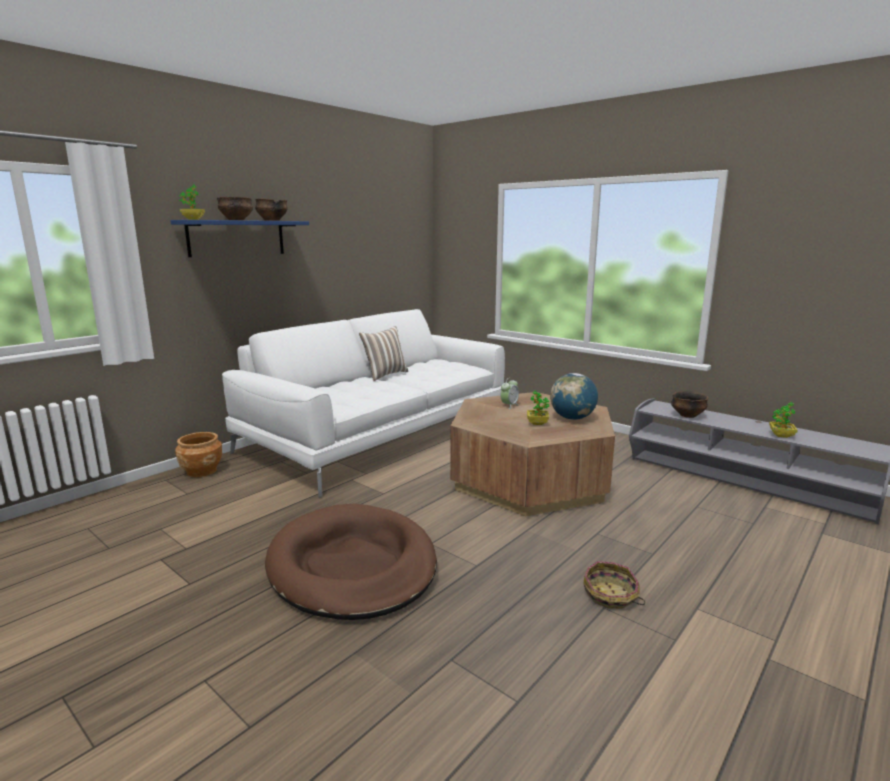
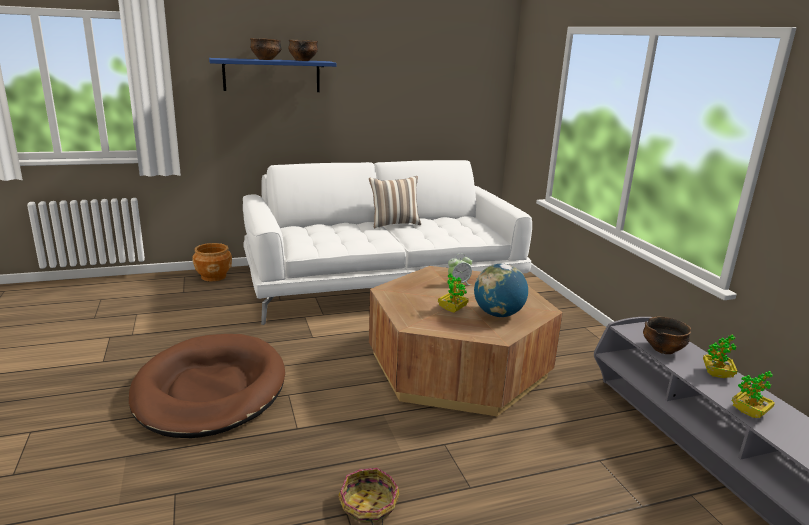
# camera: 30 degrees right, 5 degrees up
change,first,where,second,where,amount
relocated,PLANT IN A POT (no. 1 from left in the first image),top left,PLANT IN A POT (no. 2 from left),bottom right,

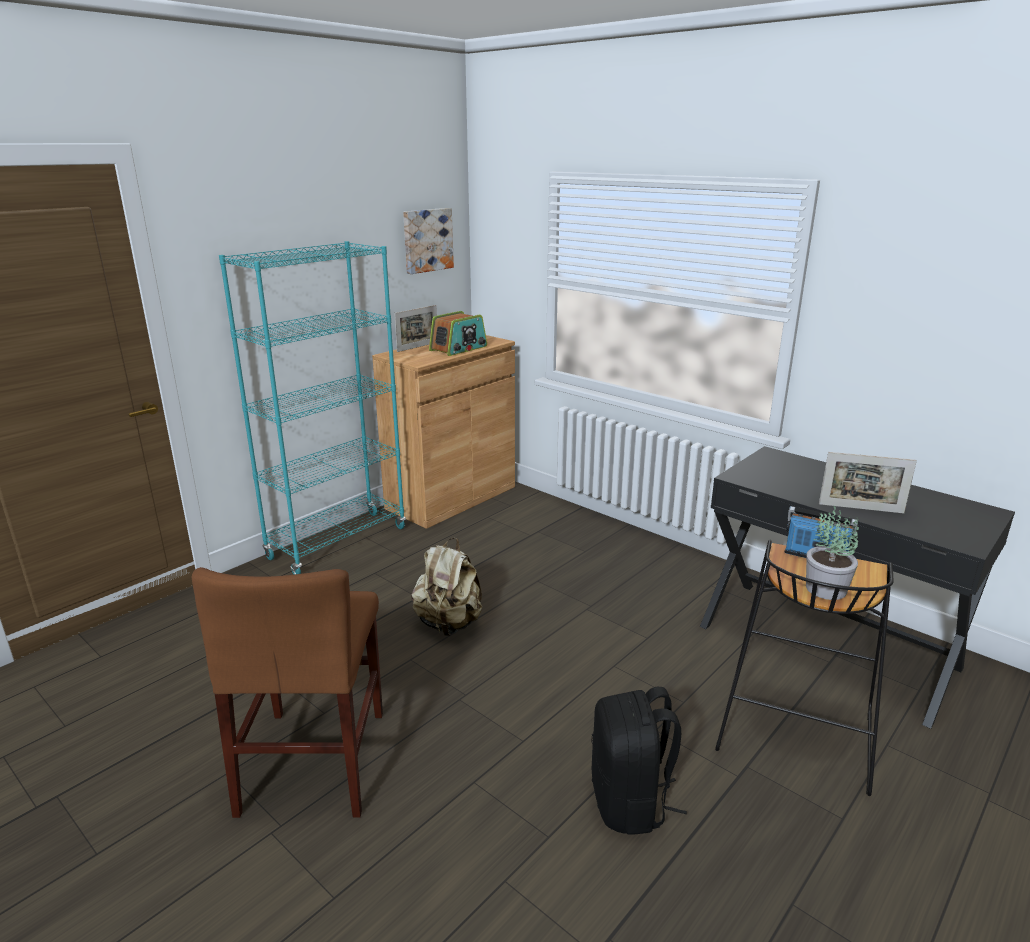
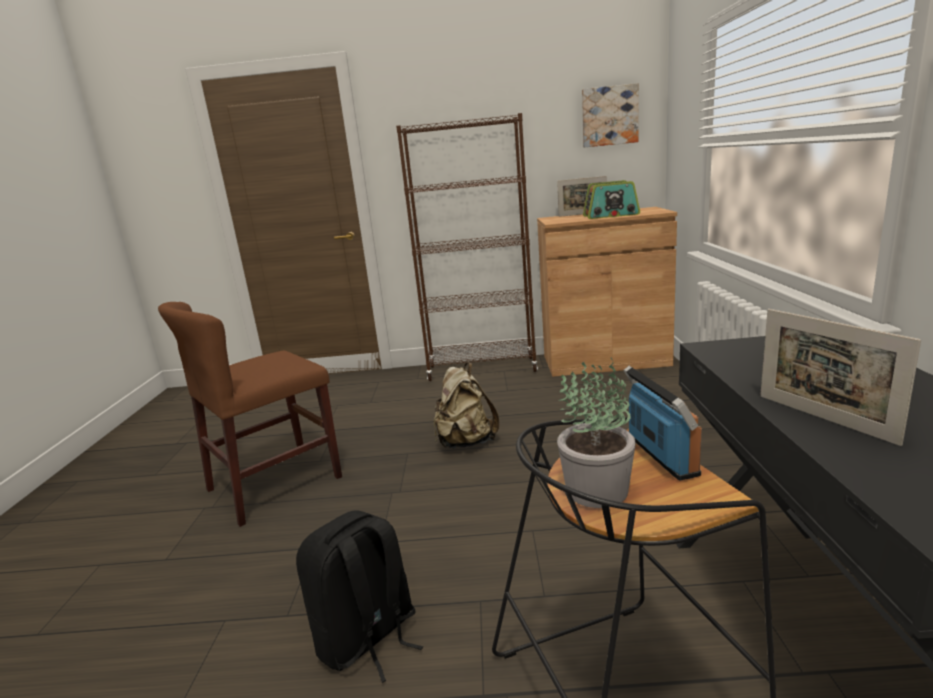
# camera: 50 degrees right, 5 degrees down
change,first,where,second,where,amount
colour,TURQUOISE-COLOURED BOOKCASE,middle left,BROWN BOOKCASE,centre,

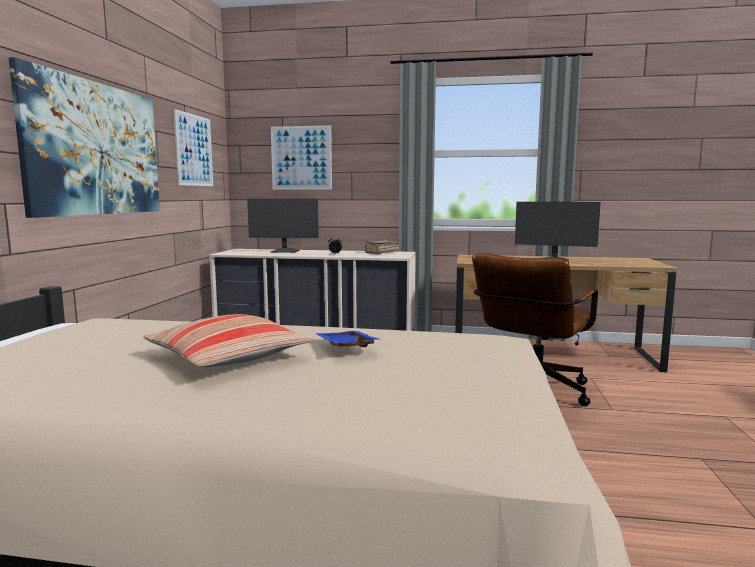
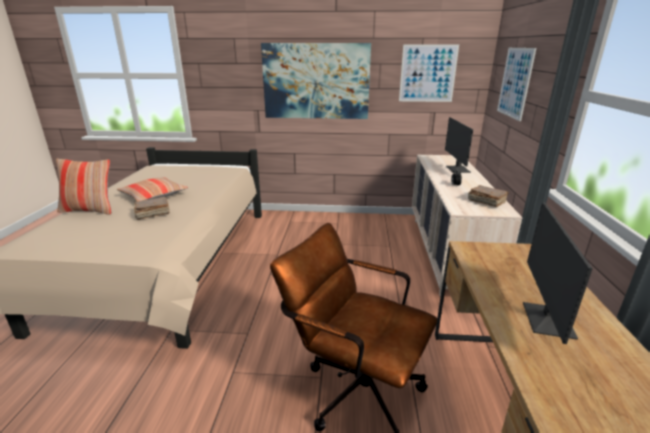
# camera: 85 degrees right, 15 degrees up
change,first,where,second,where,amount
appeared,,,CUSHION (no. 1 from left),middle left,
exchanged,BLUISH TRAY,centre,BROWN BOOK (no. 1 from left),middle left,

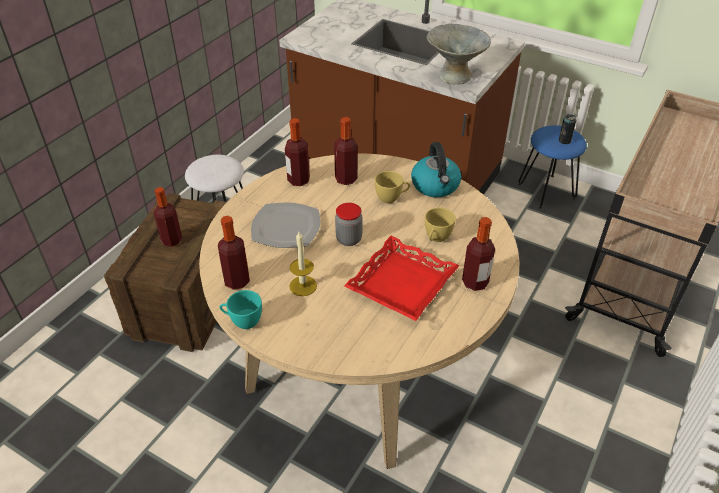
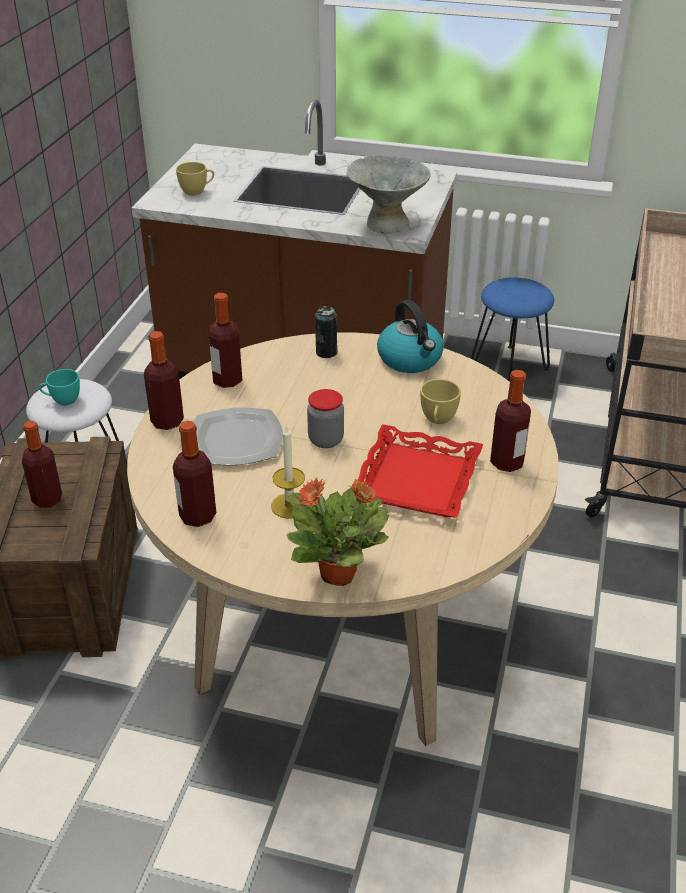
# camera: 15 degrees left, 5 degrees down
change,first,where,second,where,amount
appeared,,,PLANT IN A POT,centre,
relocated,TURQUOISE-COLOURED SMALL CUP,centre,,middle left,
relocated,BEVERAGE BOTTLE (no. 4 from left in the first image),top centre,BEVERAGE BOTTLE (no. 2 from left),middle left,
relocated,YELLOW-COLOURED SMALL CUP (no. 1 from left),centre,,top left,
relocated,METAL CAN,top right,,centre,

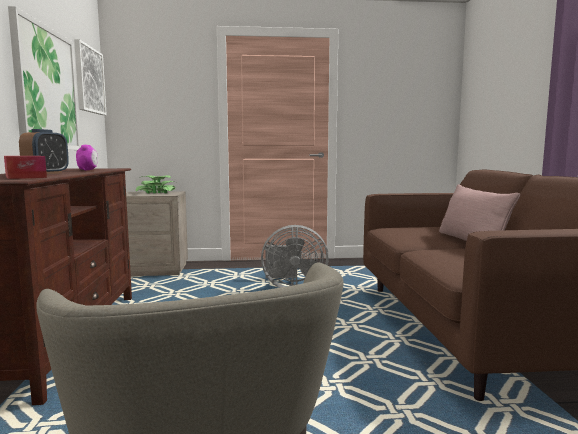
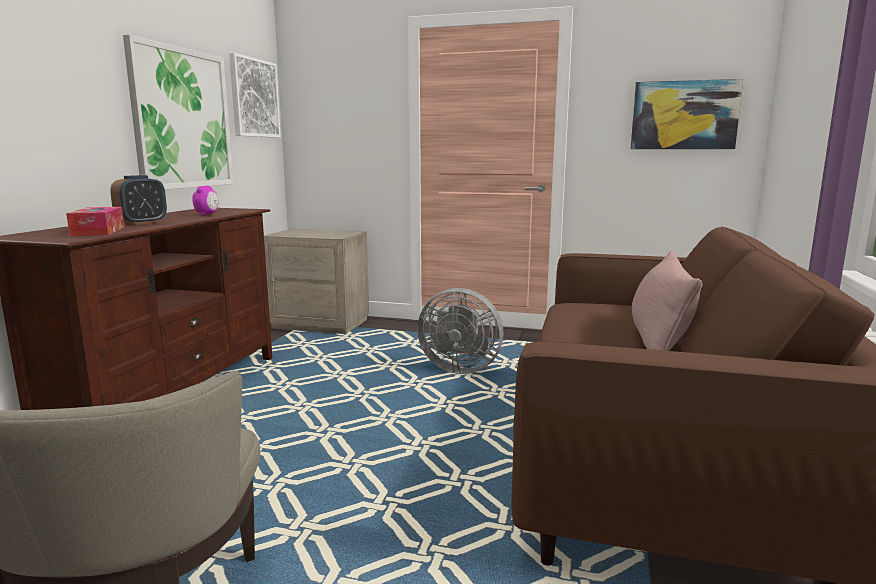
# camera: 20 degrees right, 5 degrees up
change,first,where,second,where,amount
missing,PLANT IN A POT,middle left,,,
appeared,,,WALL ART (no. 3 from left),top right,

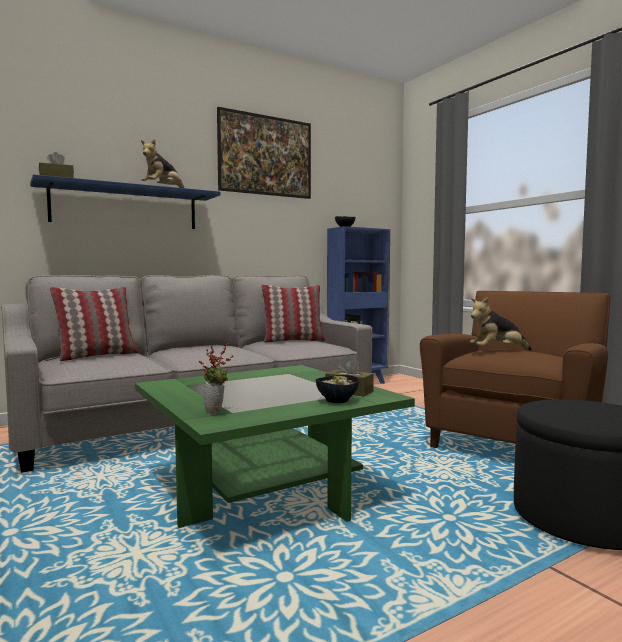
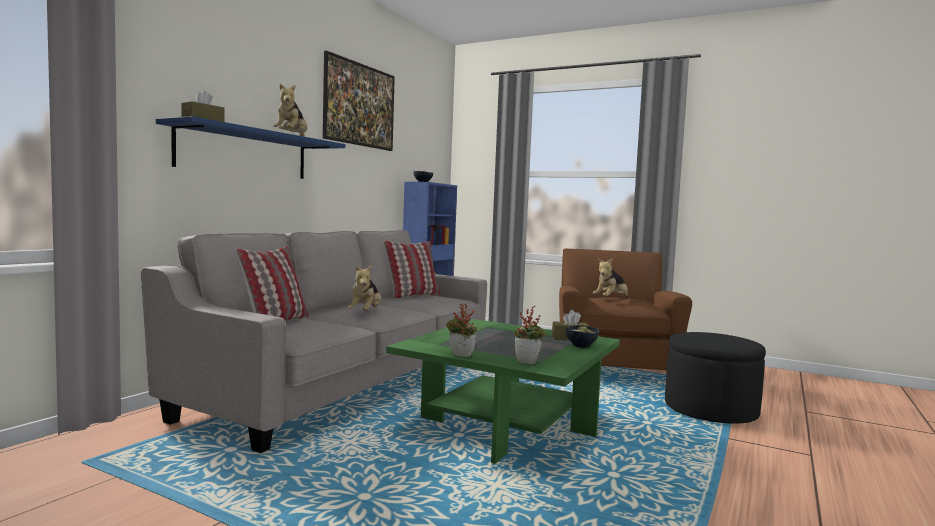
# camera: 30 degrees left, 0 degrees up
change,first,where,second,where,amount
appeared,,,CUDDLY TOY (no. 2 from left),centre,
appeared,,,PLANT IN A POT (no. 1 from left),centre,

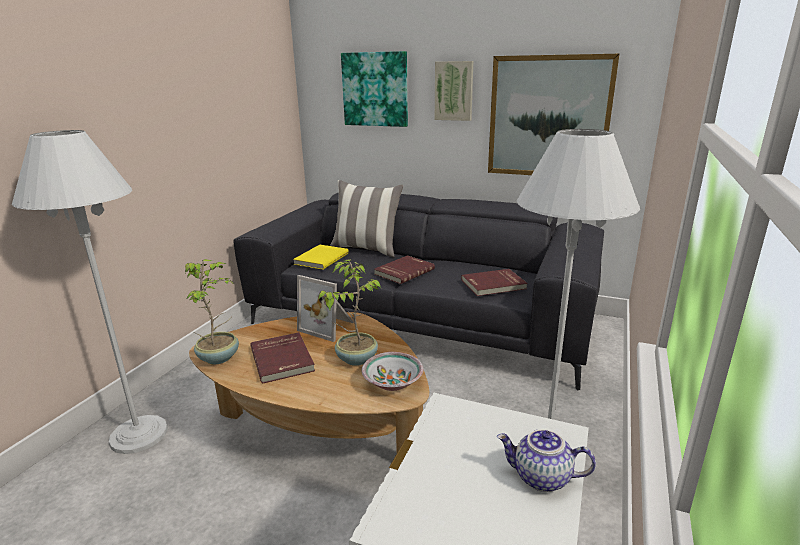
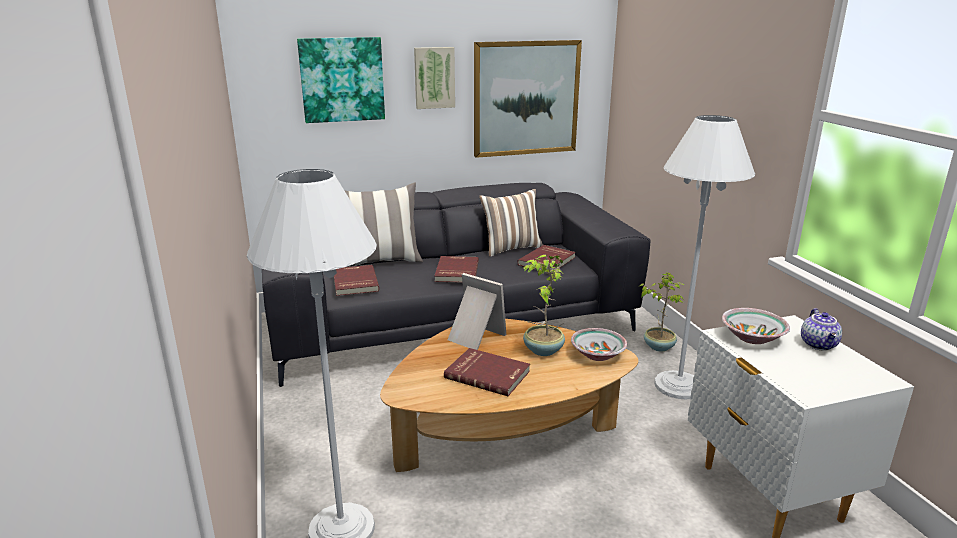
# camera: 40 degrees left, 0 degrees up
change,first,where,second,where,amount
appeared,,,CUSHION (no. 2 from left),centre,
appeared,,,SERVING BOWL (no. 2 from left),middle right,
relocated,PLANT IN A POT (no. 1 from left in the first image),middle left,PLANT IN A POT (no. 2 from left),middle right,
colour,YELLOW-COLOURED BOOK,centre,RED-COLOURED BOOK (no. 1 from left),centre,
spun,PHOTO FRAME,centre,,centre,135 degrees counterclockwise
spun,TEA POT,bottom right,,middle right,60 degrees counterclockwise

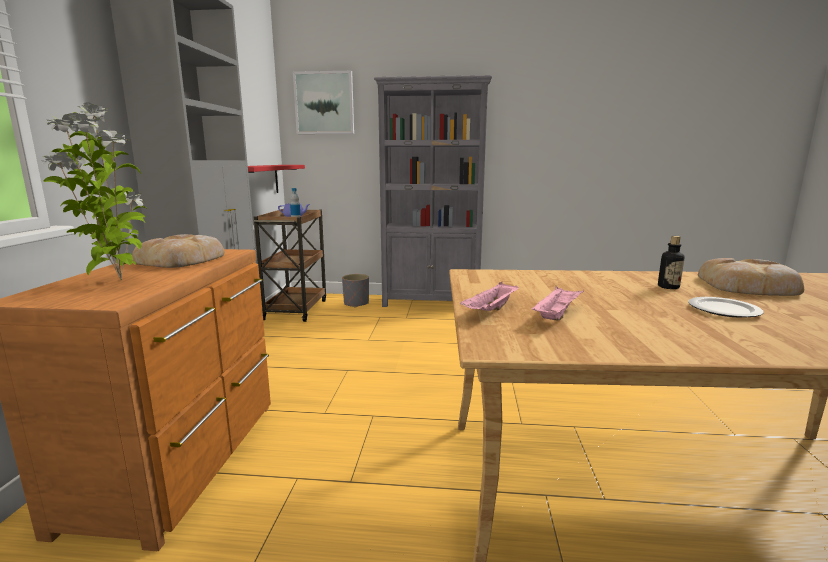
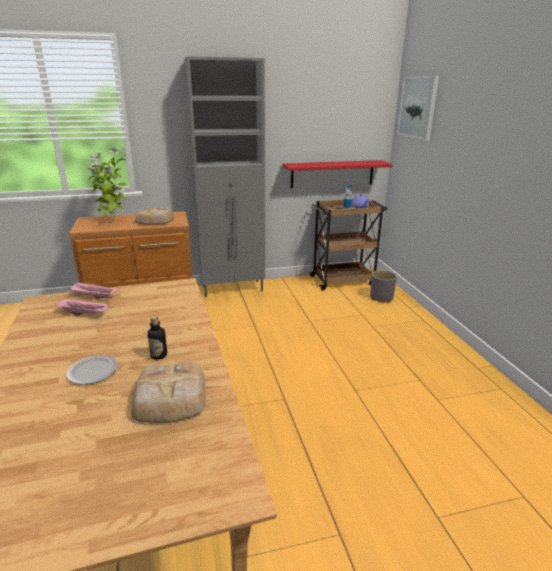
# camera: 70 degrees right, 10 degrees up
change,first,where,second,where,amount
missing,GREY BOOKCASE,centre,,,

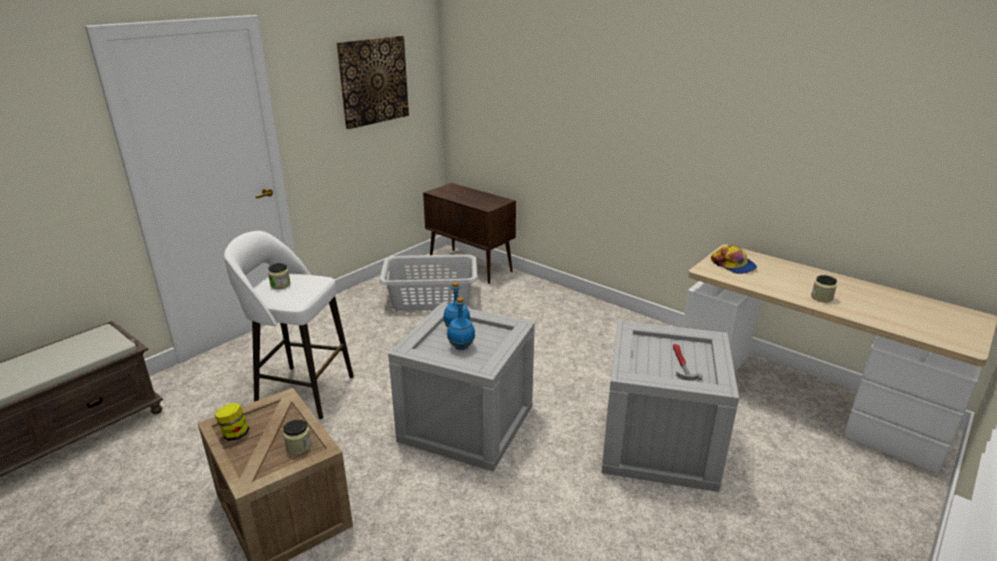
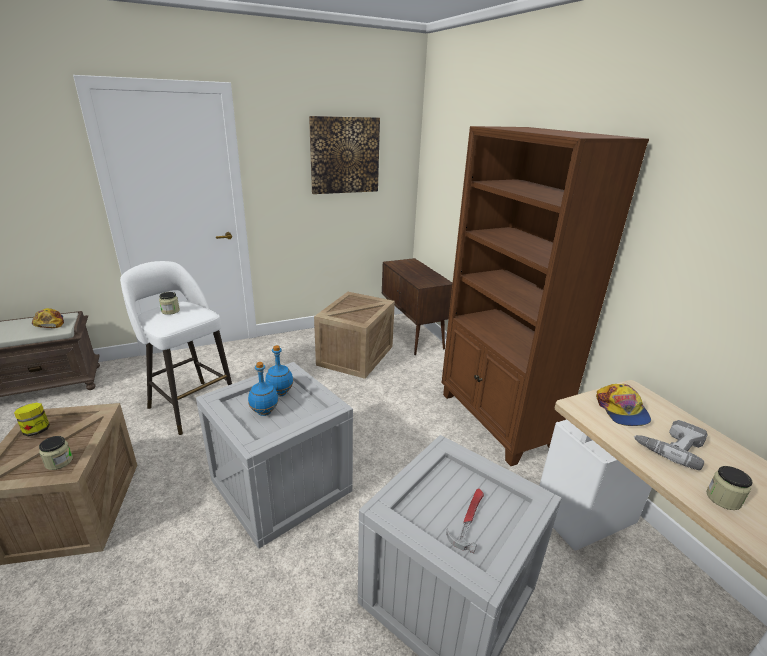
# camera: 25 degrees right, 0 degrees up
change,first,where,second,where,amount
appeared,,,BASEBALL CAP (no. 1 from left),middle left,
appeared,,,BROWN BOOKCASE,middle right,
appeared,,,DRILL,bottom right,
exchanged,GREY LAUNDRY BASKET,centre,CRATE (no. 3 from left),centre,

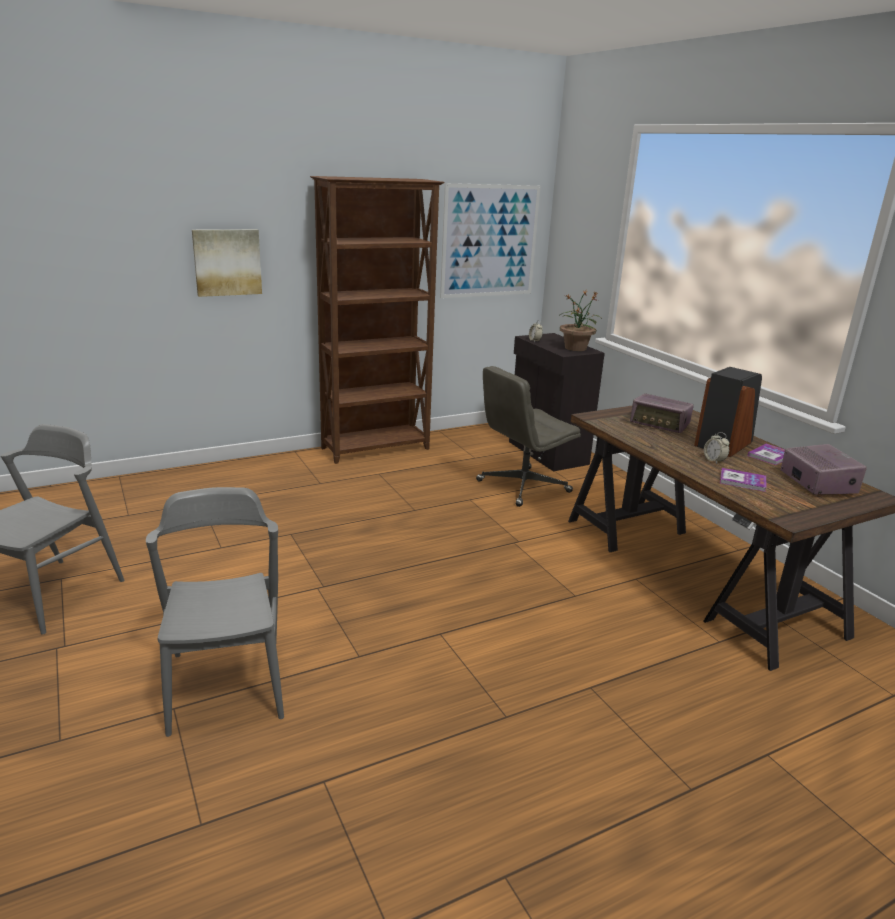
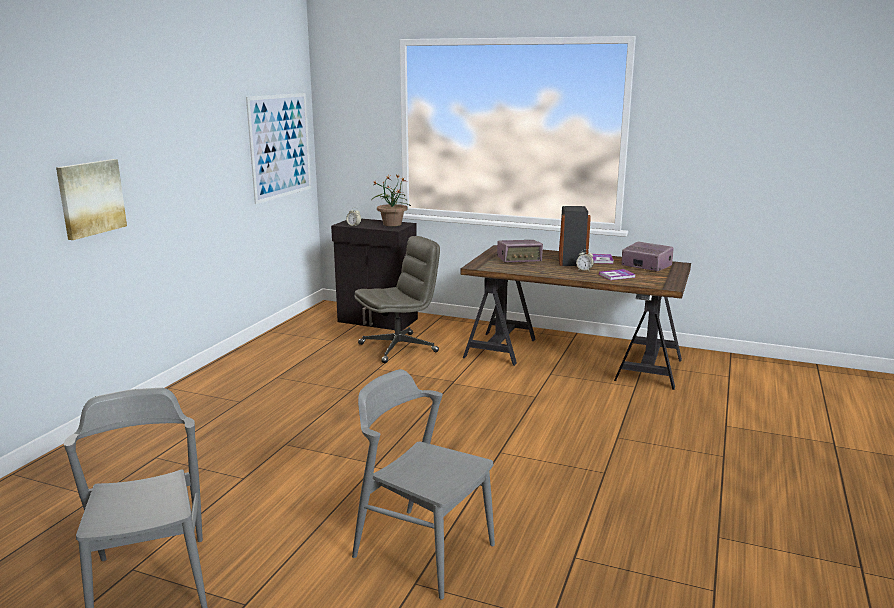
# camera: 40 degrees left, 5 degrees down
change,first,where,second,where,amount
missing,BROWN BOOKCASE,centre,,,
spun,GREY COMPUTER CHAIR,centre,,centre,135 degrees counterclockwise

